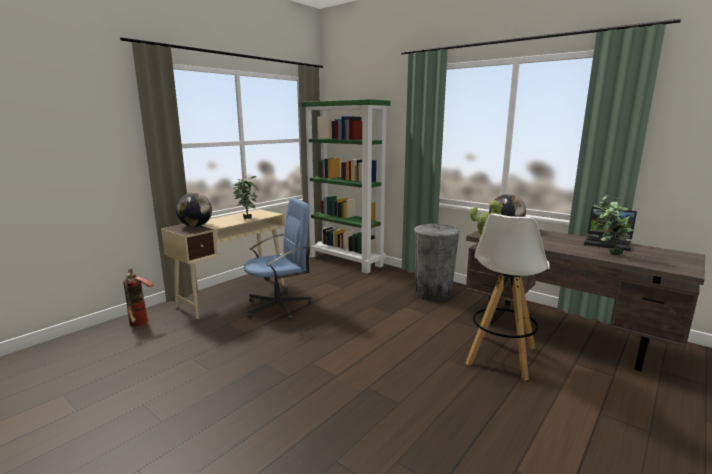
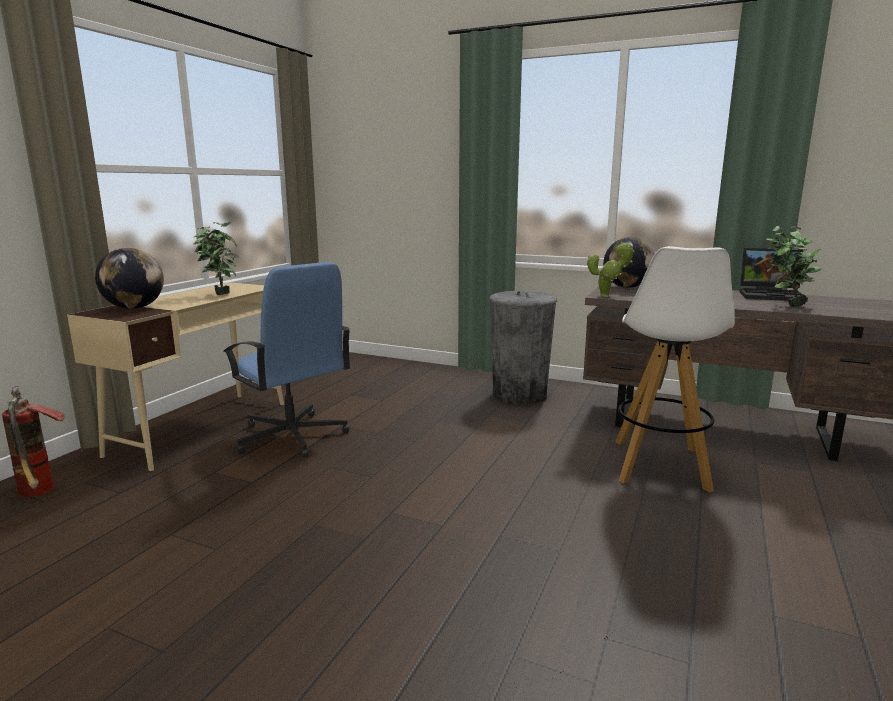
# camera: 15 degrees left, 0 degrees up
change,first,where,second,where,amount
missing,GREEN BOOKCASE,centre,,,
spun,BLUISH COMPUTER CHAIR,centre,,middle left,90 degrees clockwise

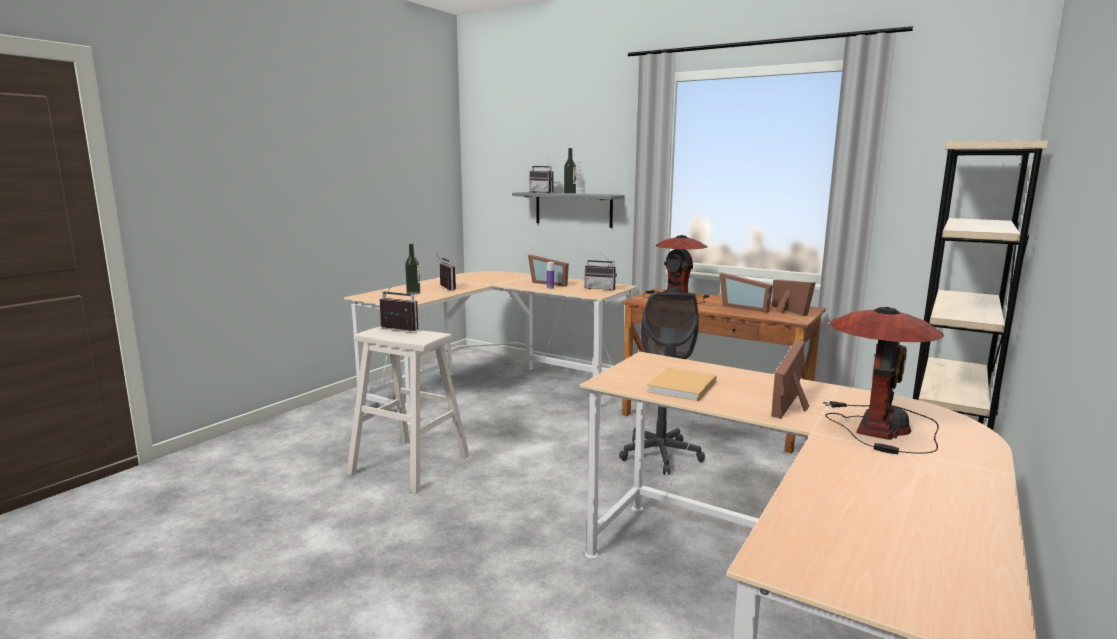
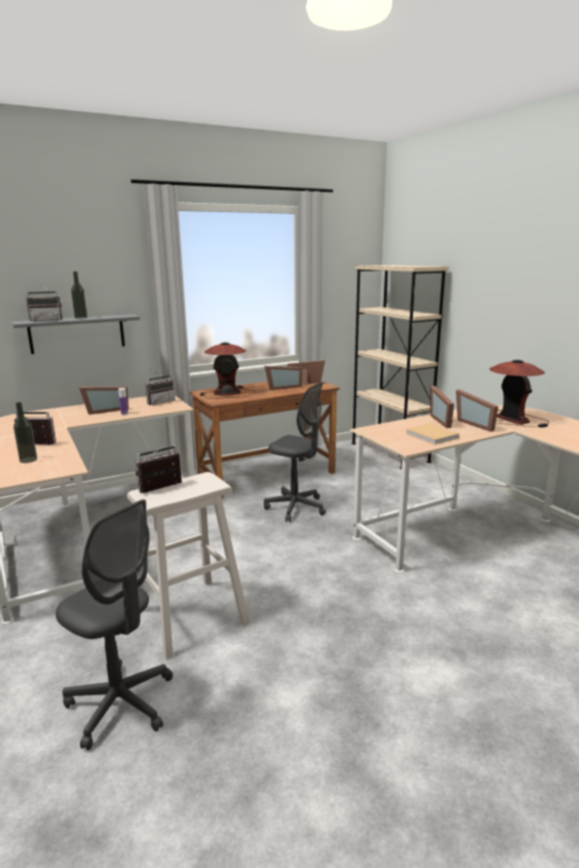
# camera: 60 degrees left, 5 degrees up
change,first,where,second,where,amount
appeared,,,GREY COMPUTER CHAIR (no. 1 from left),bottom left,
appeared,,,PHOTO FRAME (no. 4 from left),middle right,

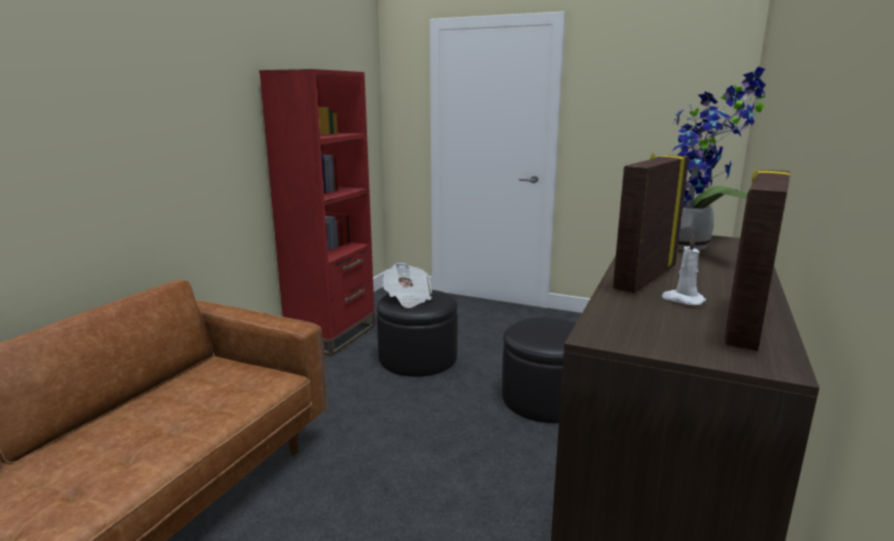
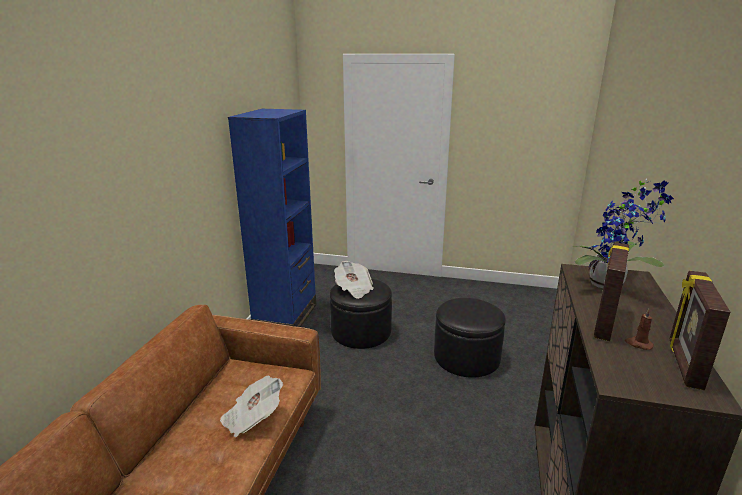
# camera: 10 degrees left, 5 degrees up
change,first,where,second,where,amount
appeared,,,NEWSPAPER (no. 1 from left),bottom centre,
colour,RED-COLOURED BOOKCASE,centre,BLUISH BOOKCASE,centre,
colour,WHITISH WAX LIGHT,middle right,BROWN WAX LIGHT,middle right,

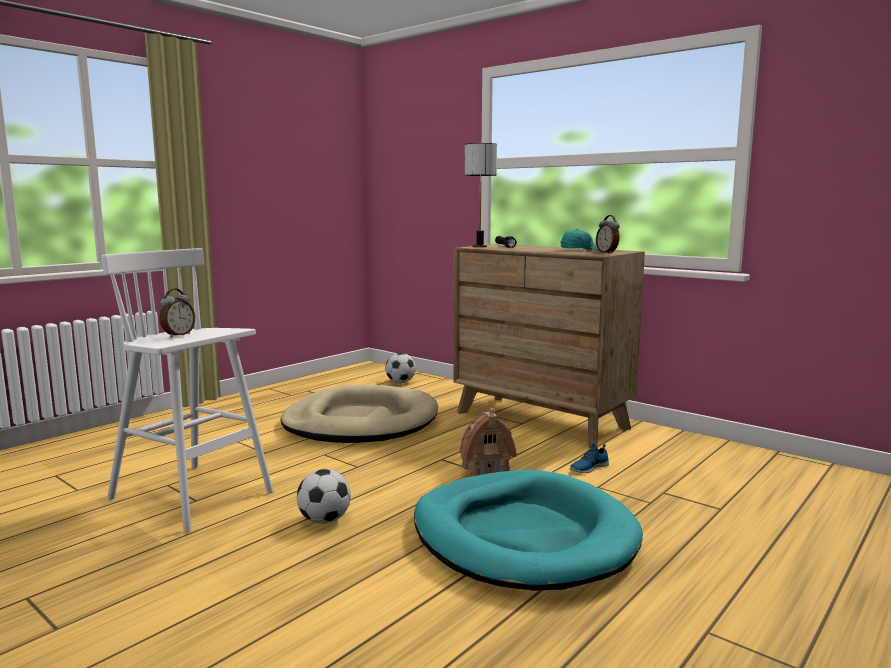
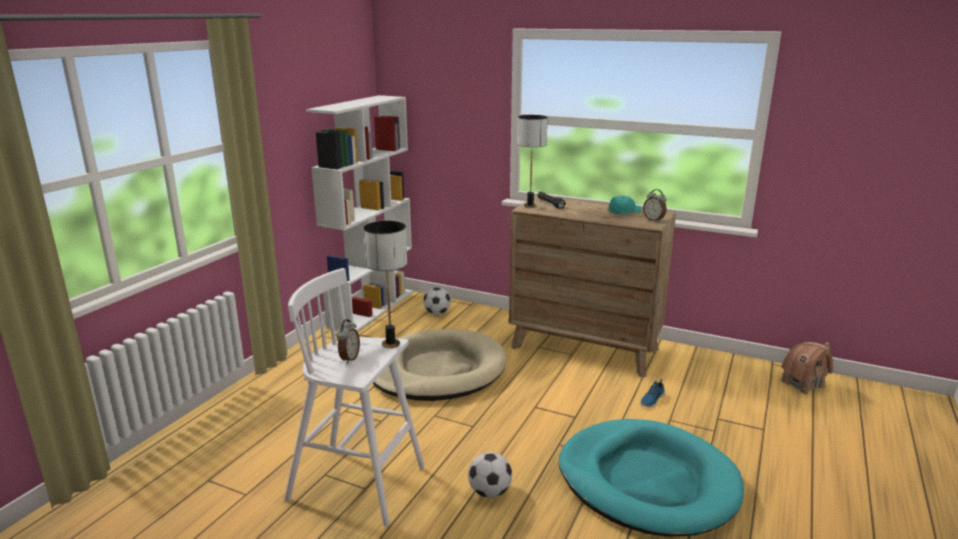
# camera: 15 degrees left, 10 degrees up
change,first,where,second,where,amount
appeared,,,WHITISH BOOKCASE,centre,
appeared,,,TABLETOP LAMP (no. 1 from left),centre,
relocated,MODEL HOUSE,centre,,bottom right,

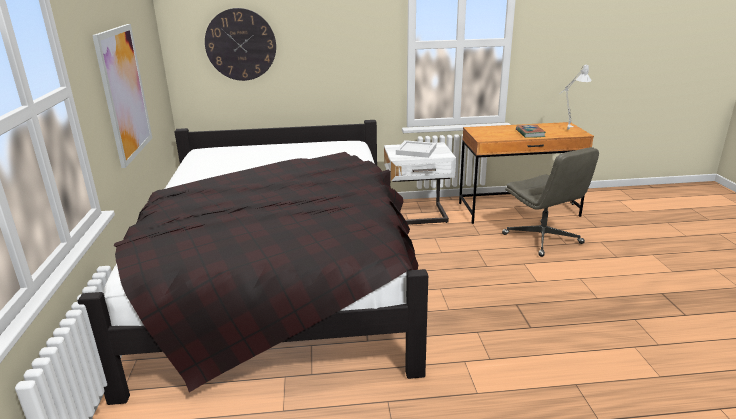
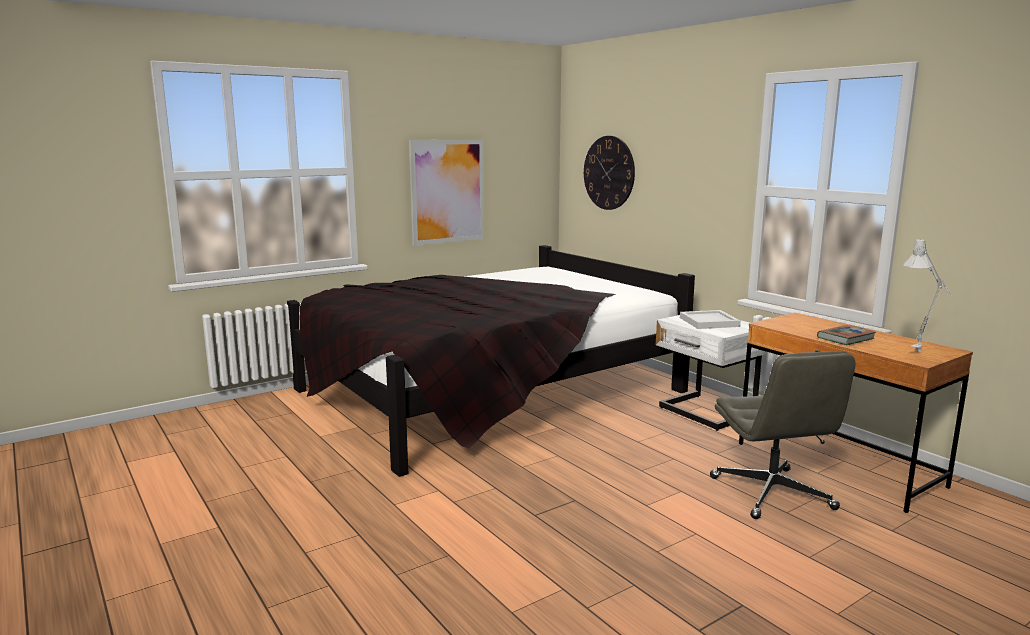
# camera: 60 degrees right, 10 degrees down
change,first,where,second,where,amount
spun,GREY COMPUTER CHAIR,middle right,,bottom right,45 degrees counterclockwise

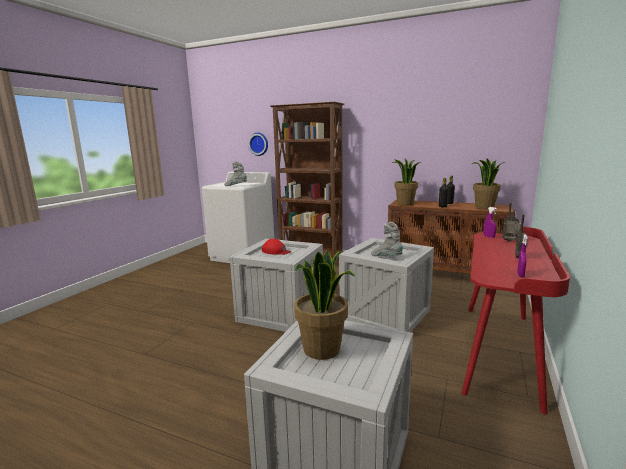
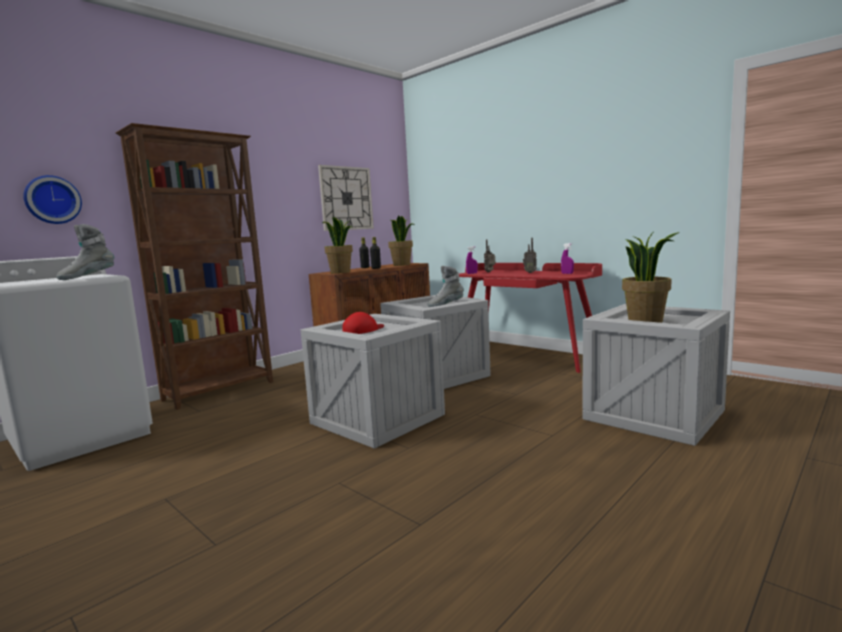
# camera: 70 degrees left, 5 degrees down
change,first,where,second,where,amount
appeared,,,WALL CLOCK (no. 2 from left),top centre,

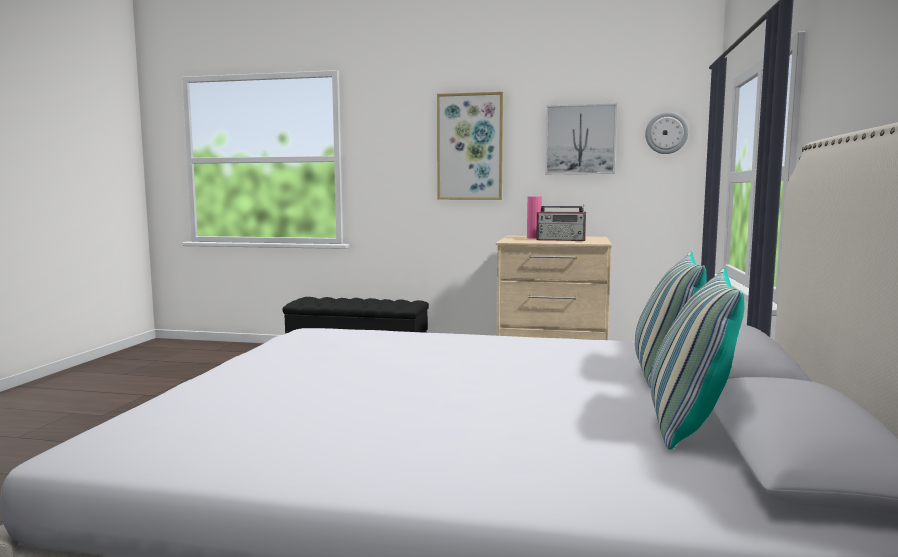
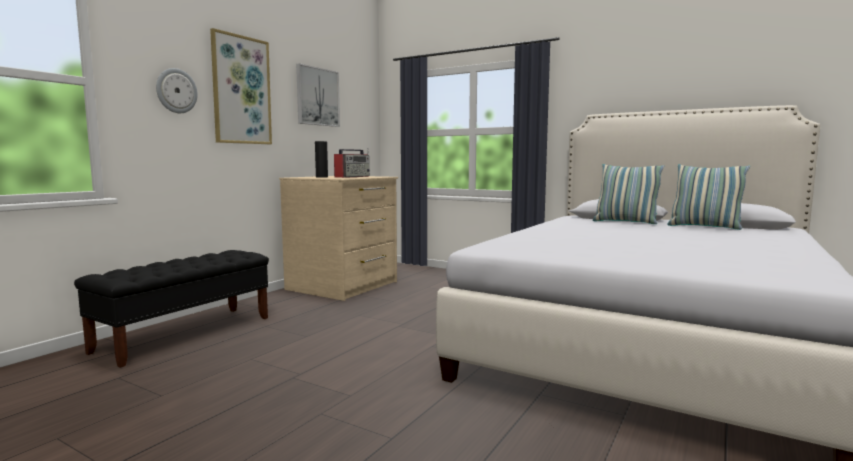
# camera: 70 degrees left, 0 degrees up
change,first,where,second,where,amount
relocated,WALL CLOCK,top right,,top left,
colour,PINK FLOWER VASE,centre,BLACK-COLOURED FLOWER VASE,centre,

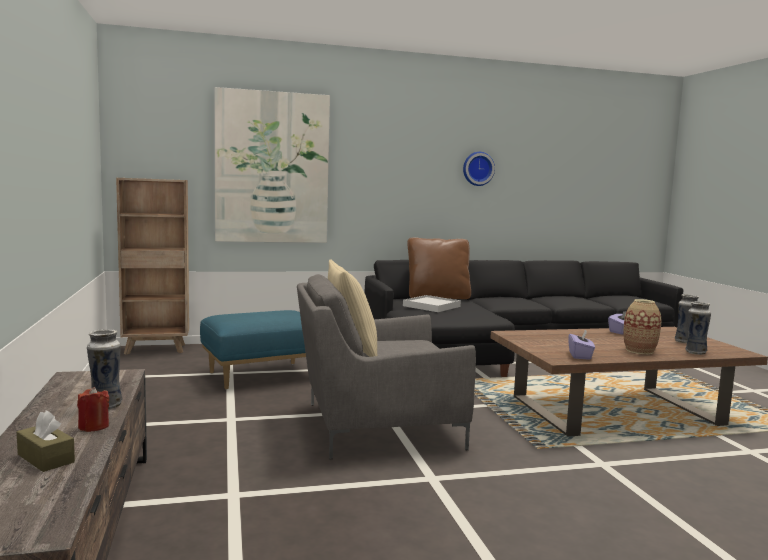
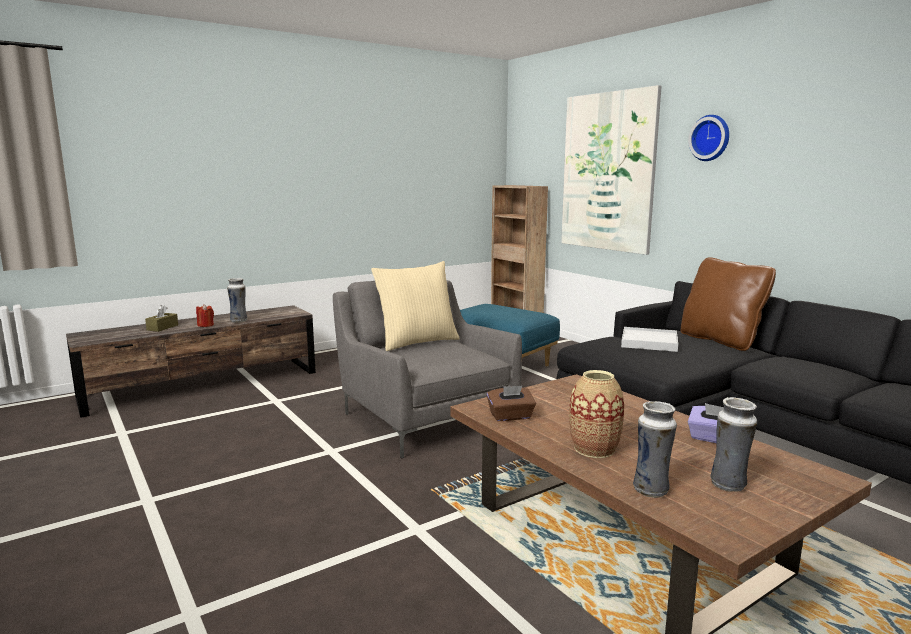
# camera: 70 degrees right, 5 degrees up
change,first,where,second,where,amount
relocated,WALL CLOCK,top centre,,top right,
colour,PURPLISH TISSUE BOX (no. 1 from left),middle right,BROWN TISSUE BOX (no. 2 from left),centre,

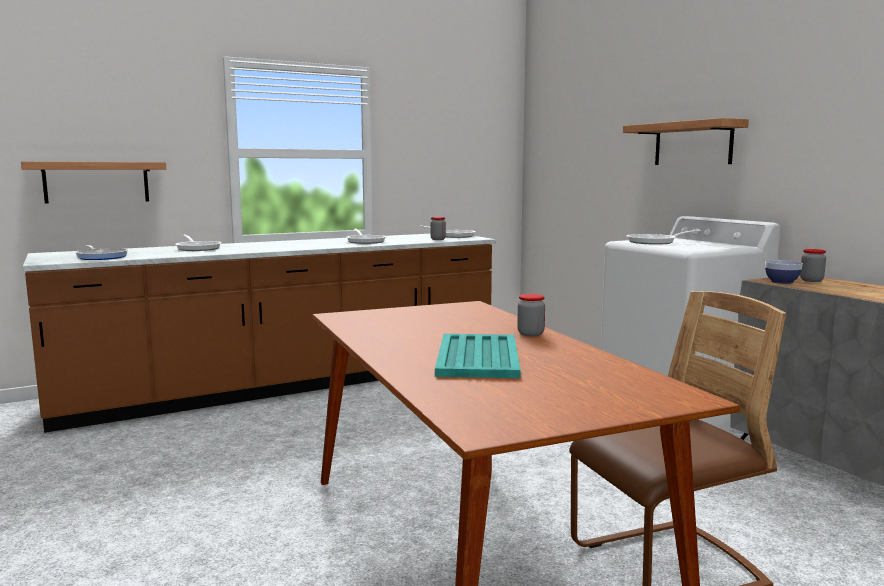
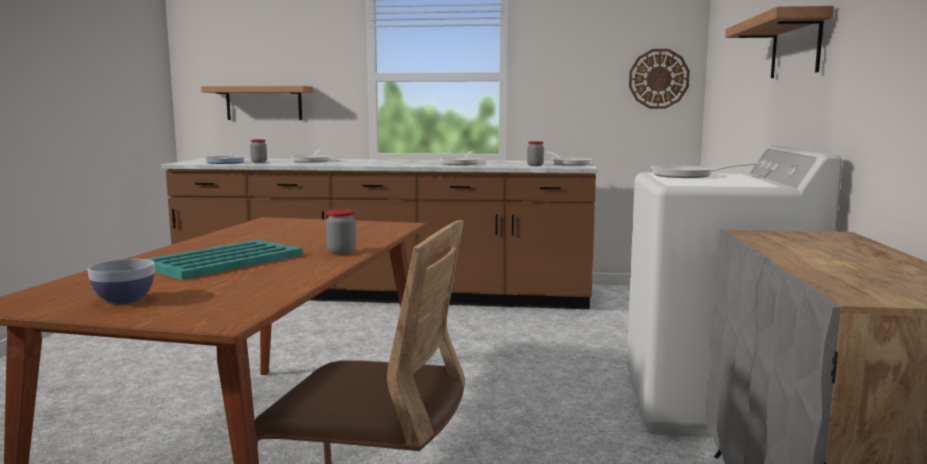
# camera: 35 degrees right, 0 degrees up
change,first,where,second,where,amount
appeared,,,WALL CLOCK,top right,
relocated,SERVING BOWL,middle right,,middle left,
relocated,JAR (no. 3 from left in the first image),middle right,JAR (no. 1 from left),top left,

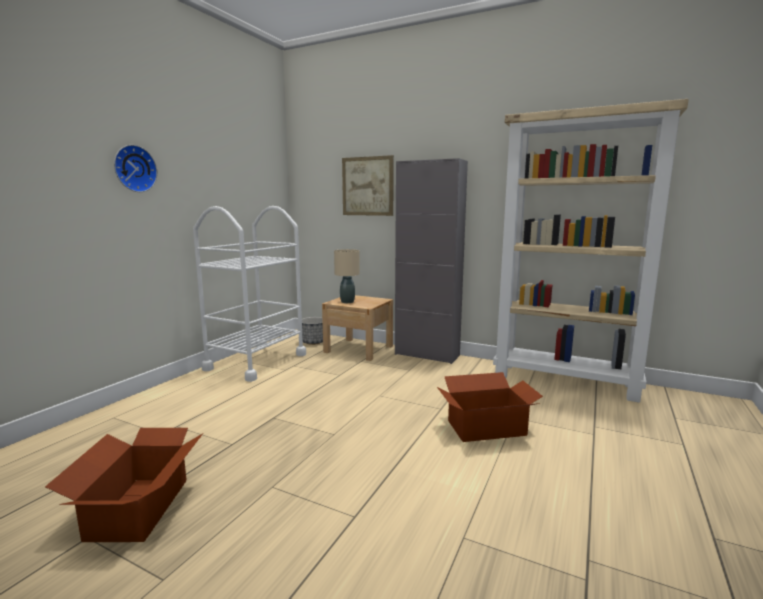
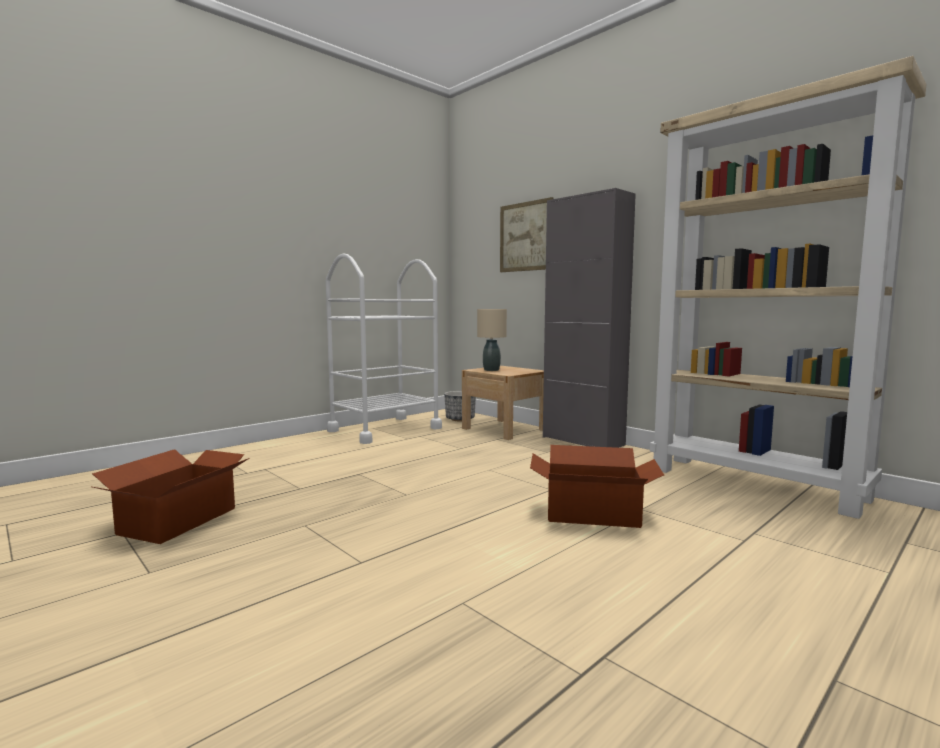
# camera: 20 degrees right, 5 degrees down
change,first,where,second,where,amount
missing,WALL CLOCK,top left,,,

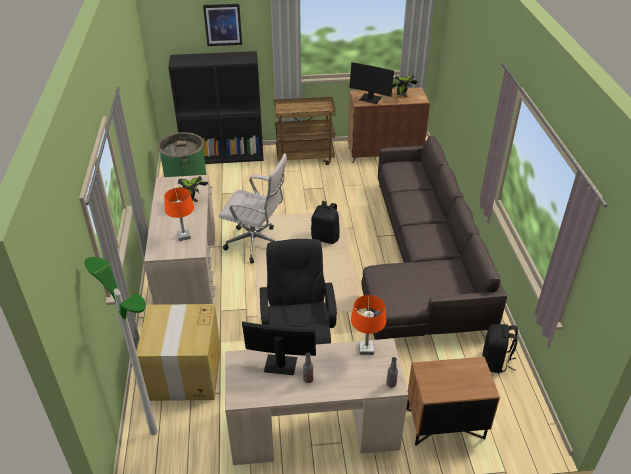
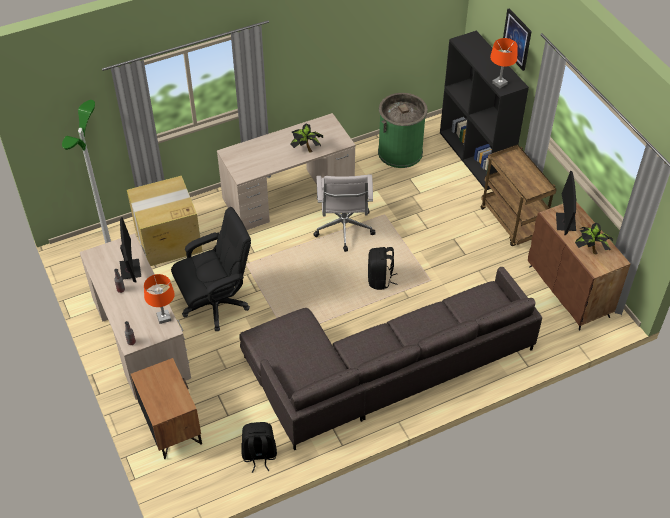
# camera: 70 degrees right, 10 degrees up
change,first,where,second,where,amount
relocated,ORANGE TABLETOP LAMP (no. 1 from left in the first image),middle left,ORANGE TABLETOP LAMP (no. 2 from left),top right,

